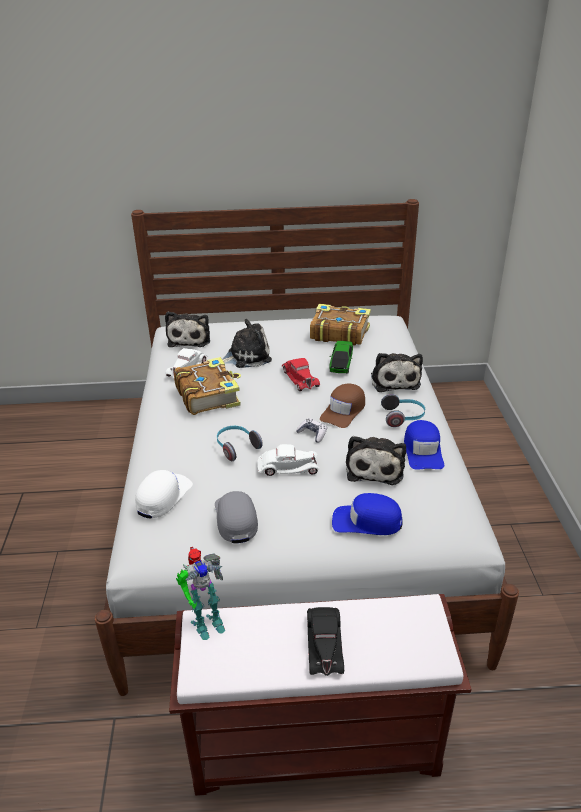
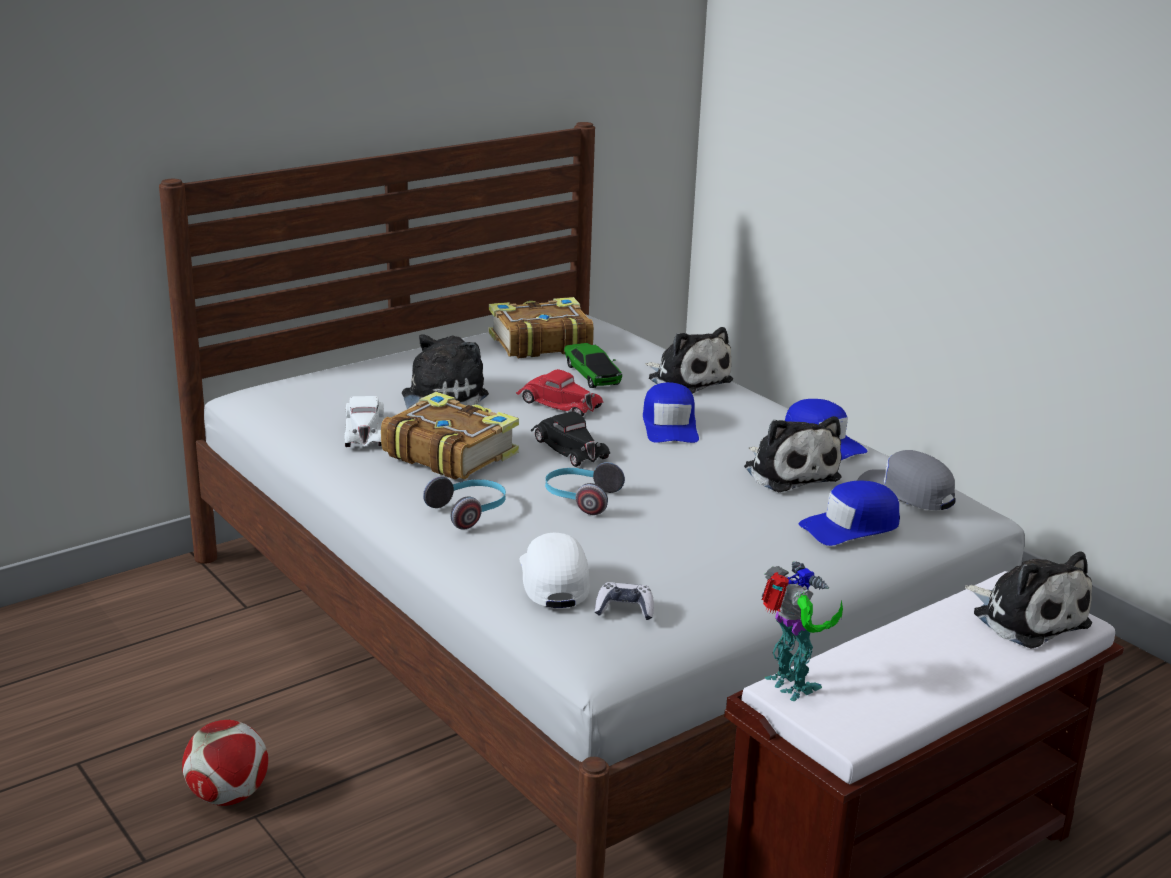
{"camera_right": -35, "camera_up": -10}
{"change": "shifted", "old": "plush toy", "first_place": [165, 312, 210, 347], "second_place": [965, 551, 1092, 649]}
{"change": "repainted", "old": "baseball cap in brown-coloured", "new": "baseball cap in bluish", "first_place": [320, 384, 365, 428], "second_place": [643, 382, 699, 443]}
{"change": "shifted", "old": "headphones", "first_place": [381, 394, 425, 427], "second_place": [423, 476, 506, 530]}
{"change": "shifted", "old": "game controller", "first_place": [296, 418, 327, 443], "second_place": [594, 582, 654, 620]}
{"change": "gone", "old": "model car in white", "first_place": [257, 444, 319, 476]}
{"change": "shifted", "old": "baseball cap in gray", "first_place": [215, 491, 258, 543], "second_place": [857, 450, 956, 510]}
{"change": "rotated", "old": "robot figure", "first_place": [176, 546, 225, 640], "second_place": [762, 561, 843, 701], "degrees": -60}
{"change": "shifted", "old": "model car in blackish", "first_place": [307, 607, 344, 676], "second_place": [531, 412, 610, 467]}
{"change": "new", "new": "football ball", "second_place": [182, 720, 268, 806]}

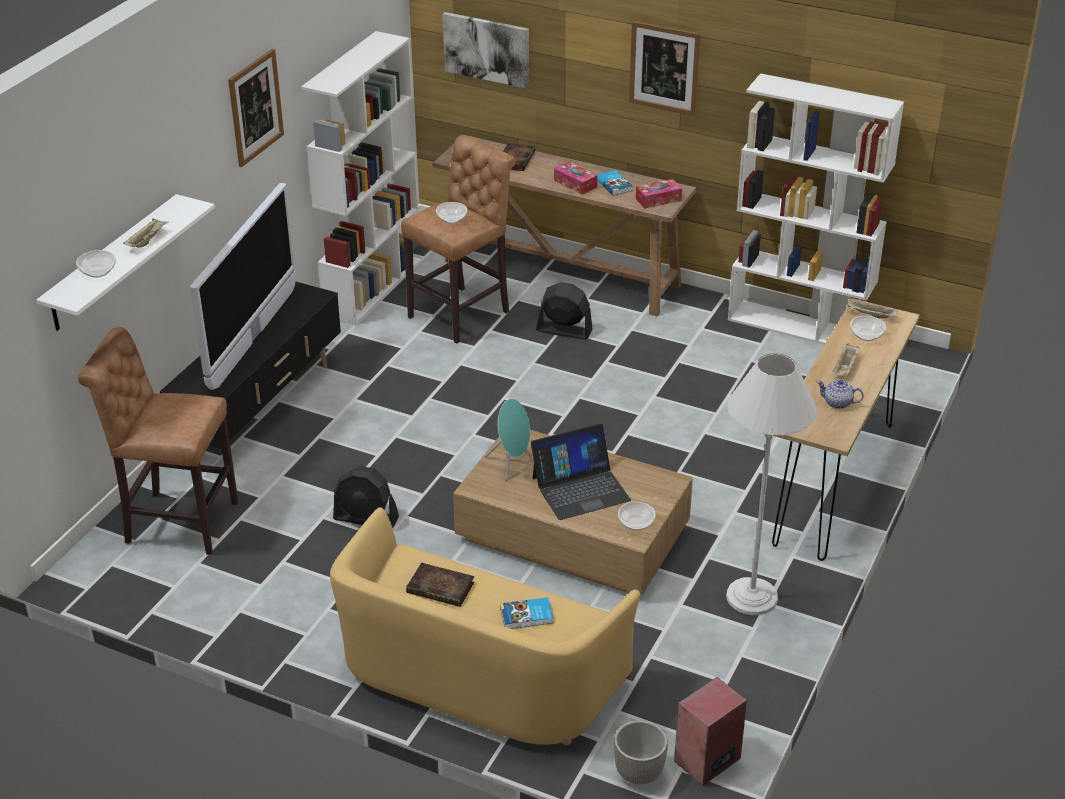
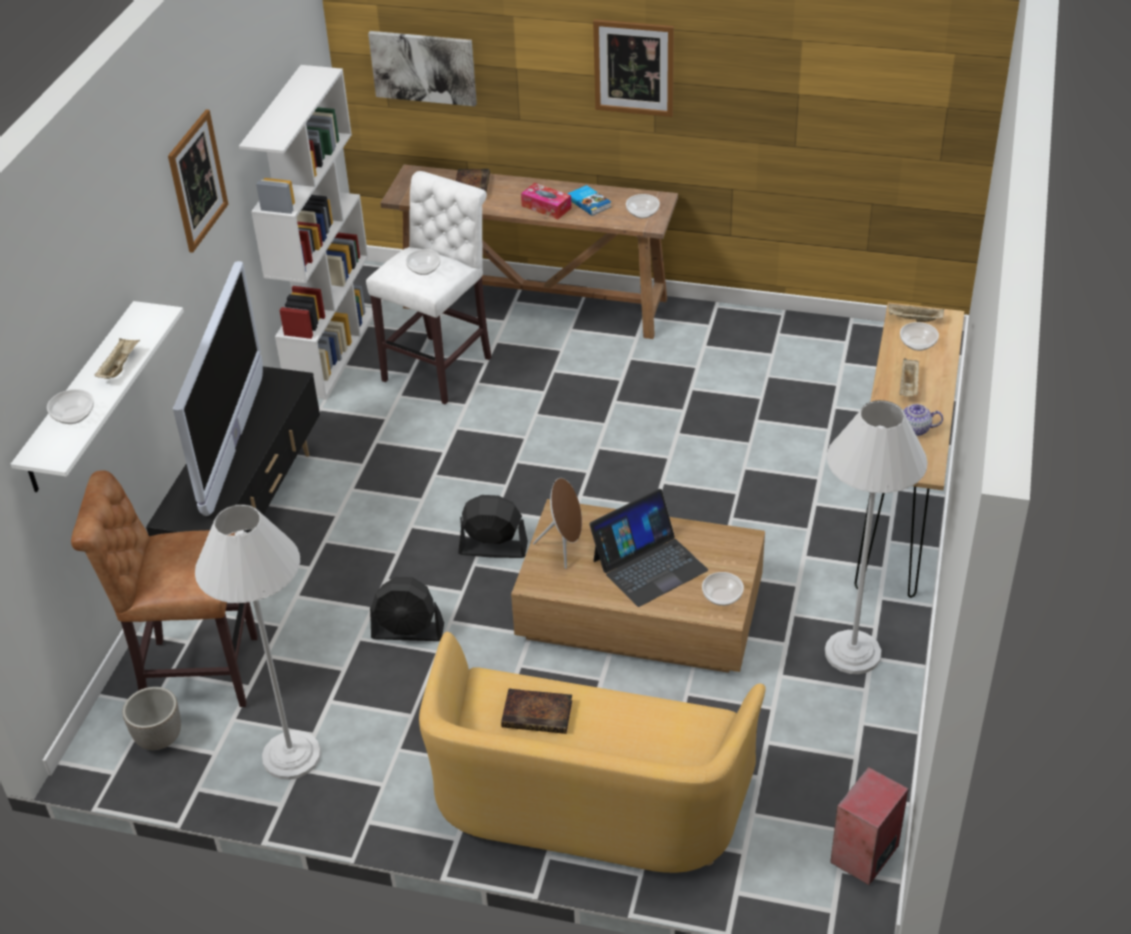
{"camera_right": -10, "camera_up": 5}
{"change": "gone", "old": "bookcase in white", "first_place": [728, 73, 904, 345]}
{"change": "repainted", "old": "stool in brown-coloured", "new": "stool in white", "first_place": [401, 135, 516, 344], "second_place": [366, 171, 492, 405]}
{"change": "swapped", "old": "tissue holder", "new": "serving bowl", "first_place": [635, 179, 682, 209], "second_place": [626, 194, 660, 219]}
{"change": "shifted", "old": "electric fan in blackish", "first_place": [536, 282, 593, 340], "second_place": [458, 495, 528, 558]}
{"change": "repainted", "old": "audio speaker in blue-green", "new": "audio speaker in brown-coloured", "first_place": [485, 399, 530, 481], "second_place": [533, 478, 582, 569]}
{"change": "gone", "old": "volume", "first_place": [500, 597, 554, 629]}
{"change": "shifted", "old": "plant pot", "first_place": [614, 720, 668, 785], "second_place": [122, 687, 181, 750]}
{"change": "new", "new": "standing lamp in white", "second_place": [195, 504, 321, 780]}

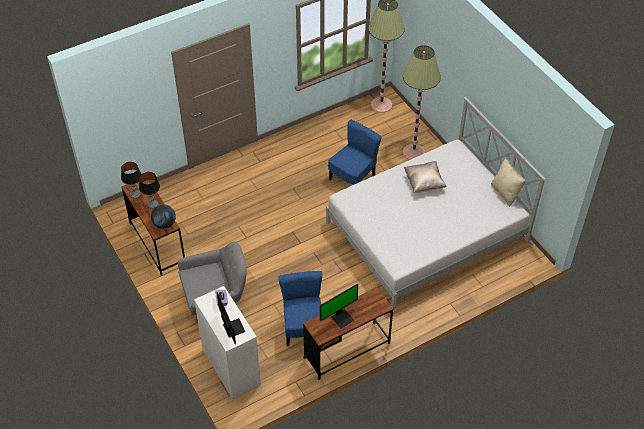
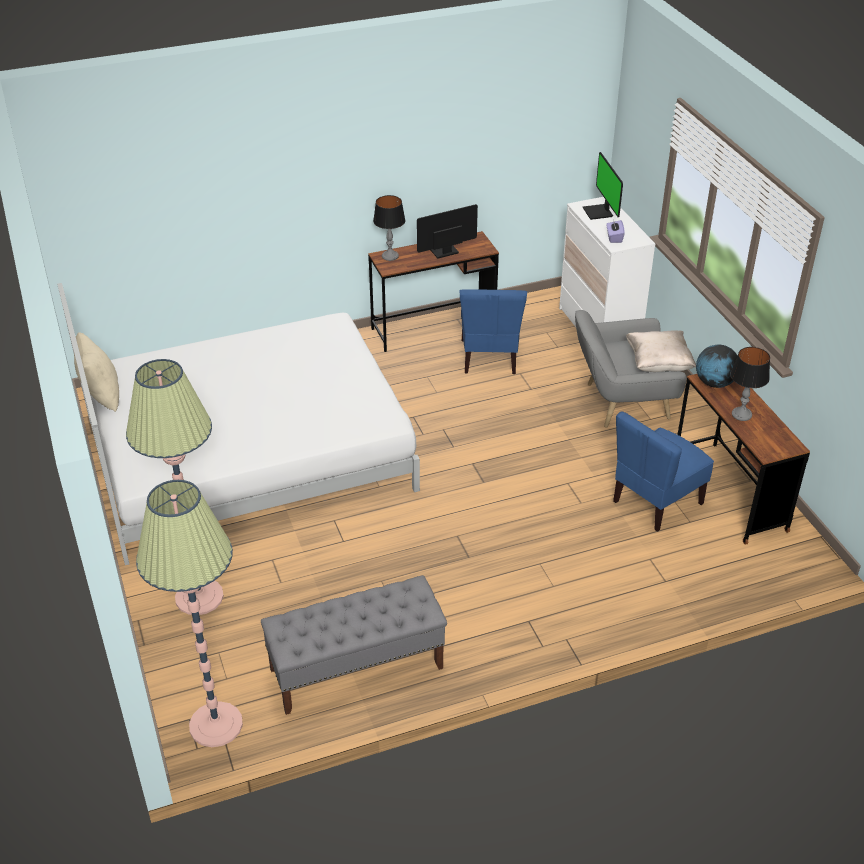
{"camera_right": -170, "camera_up": -10}
{"change": "shifted", "old": "chair in bluish", "first_place": [328, 120, 382, 185], "second_place": [613, 411, 714, 532]}
{"change": "shifted", "old": "throw pillow in beige-coloured", "first_place": [404, 161, 447, 193], "second_place": [626, 330, 696, 372]}
{"change": "shifted", "old": "tabletop lamp", "first_place": [121, 162, 141, 198], "second_place": [373, 195, 405, 261]}
{"change": "new", "new": "bench in gray", "second_place": [261, 575, 447, 715]}

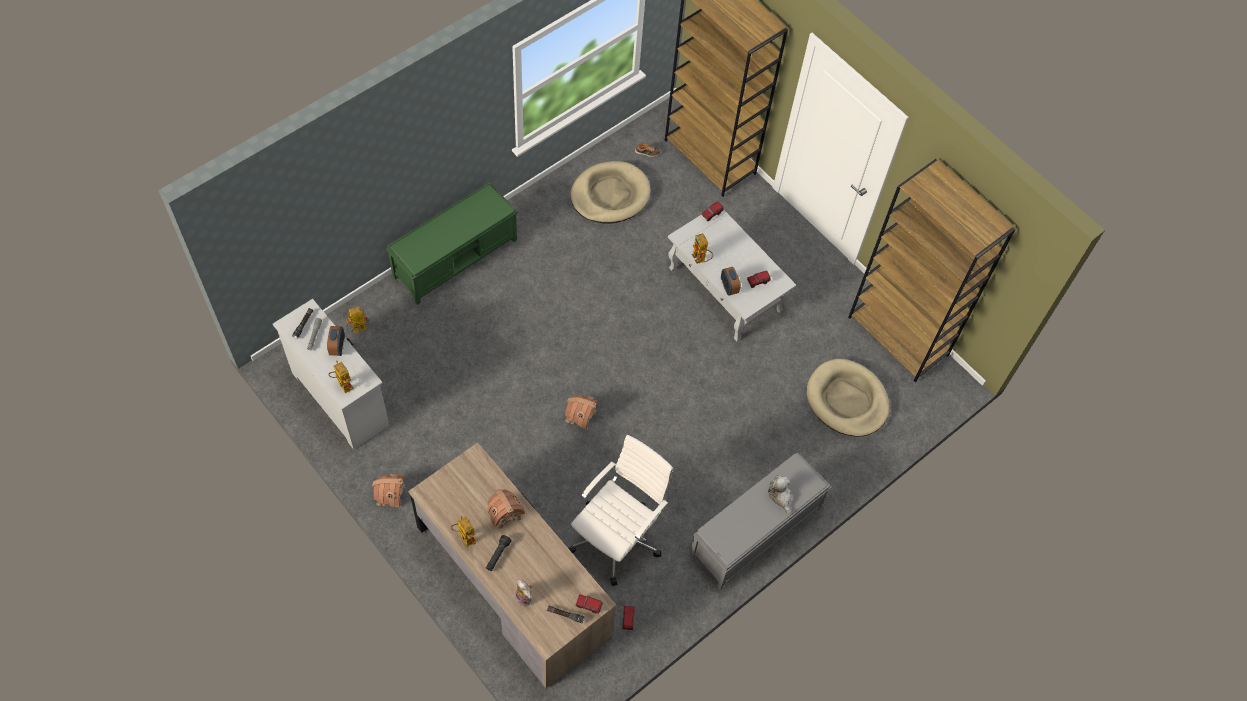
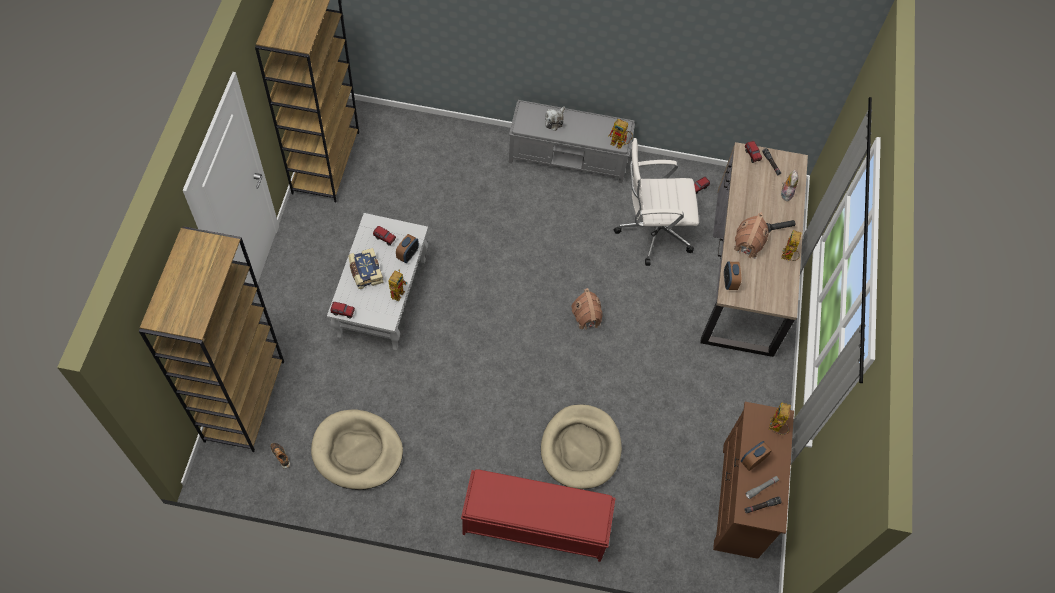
{"camera_right": -130, "camera_up": 0}
{"change": "repainted", "old": "bench in green", "new": "bench in reddish", "first_place": [386, 182, 518, 305], "second_place": [461, 469, 616, 562]}
{"change": "repainted", "old": "drawer chest in white", "new": "drawer chest in brown-coloured", "first_place": [273, 299, 390, 449], "second_place": [713, 402, 794, 559]}
{"change": "shifted", "old": "robot figure", "first_place": [347, 306, 369, 333], "second_place": [608, 119, 633, 149]}
{"change": "shifted", "old": "dog bed in beige-coloured", "first_place": [807, 359, 890, 437], "second_place": [541, 404, 622, 489]}
{"change": "gone", "old": "toy house", "first_place": [372, 473, 405, 507]}
{"change": "new", "new": "volume", "second_place": [348, 248, 384, 289]}
{"change": "new", "new": "alarm clock", "second_place": [724, 262, 741, 290]}

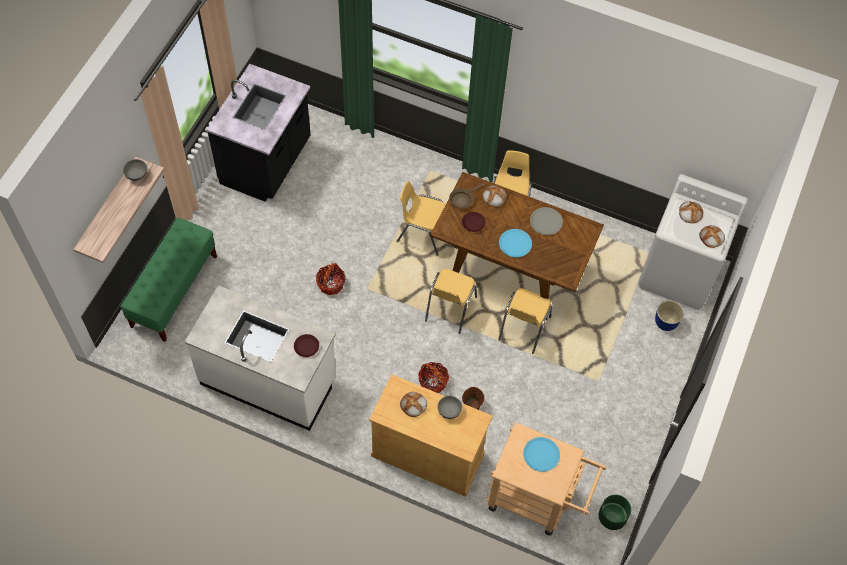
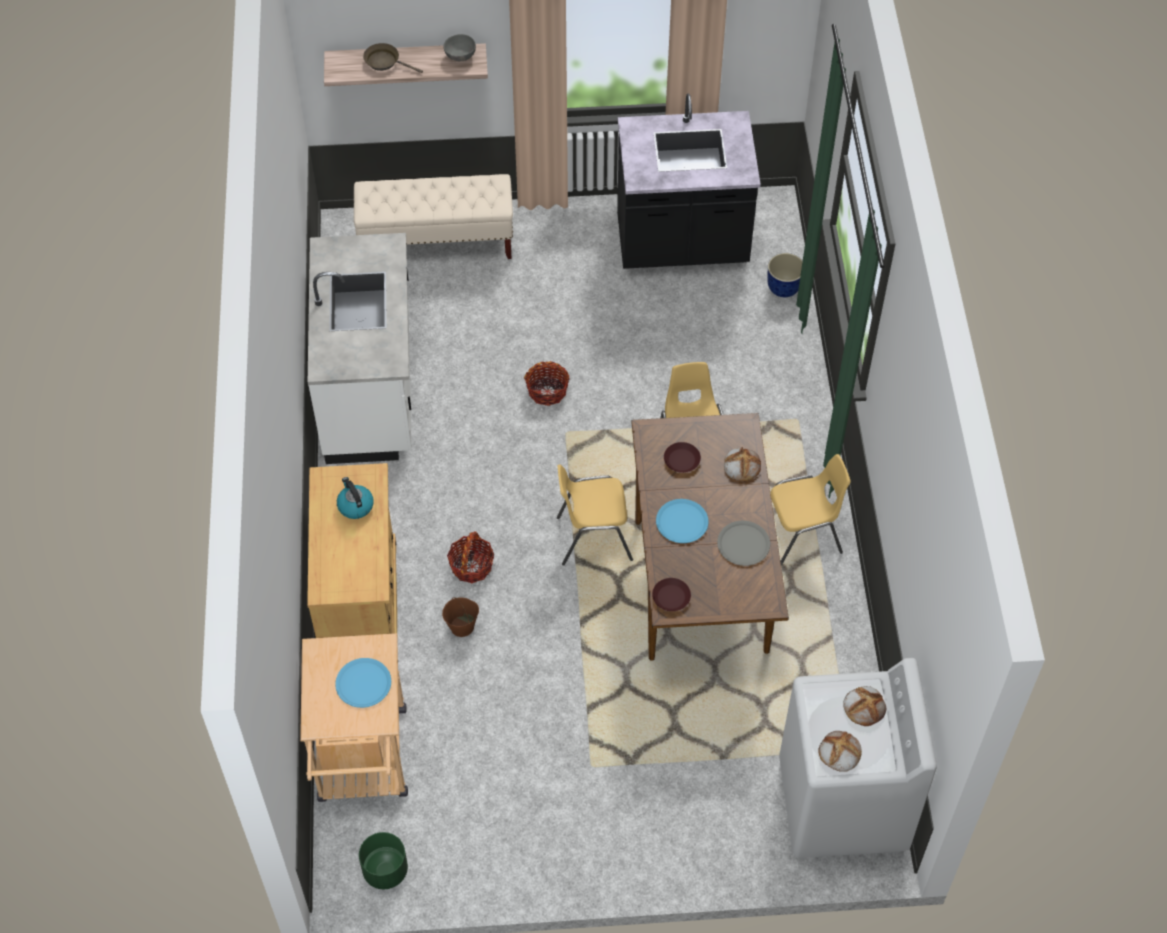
{"camera_right": 65, "camera_up": -5}
{"change": "shifted", "old": "skillet in brown-coloured", "first_place": [449, 183, 485, 209], "second_place": [363, 43, 423, 73]}
{"change": "repainted", "old": "bench in green", "new": "bench in beige-coloured", "first_place": [120, 218, 217, 342], "second_place": [354, 174, 513, 259]}
{"change": "gone", "old": "chair in yellow", "first_place": [498, 288, 552, 354]}
{"change": "shifted", "old": "plant pot", "first_place": [655, 300, 684, 331], "second_place": [768, 253, 803, 297]}
{"change": "shifted", "old": "flat dish in brown-coloured", "first_place": [294, 334, 319, 357], "second_place": [652, 578, 691, 611]}
{"change": "swapped", "old": "baked bread", "new": "water kettle", "first_place": [400, 392, 427, 417], "second_place": [337, 477, 374, 519]}
{"change": "gone", "old": "serving bowl in gray", "first_place": [438, 396, 462, 419]}

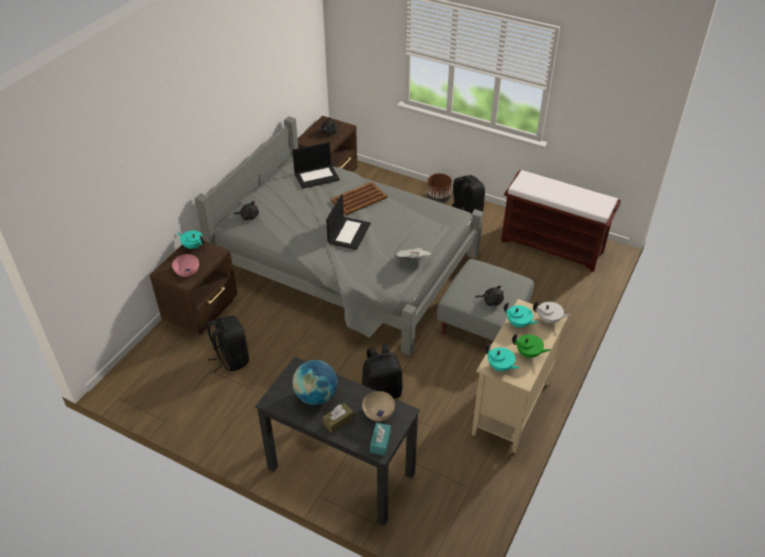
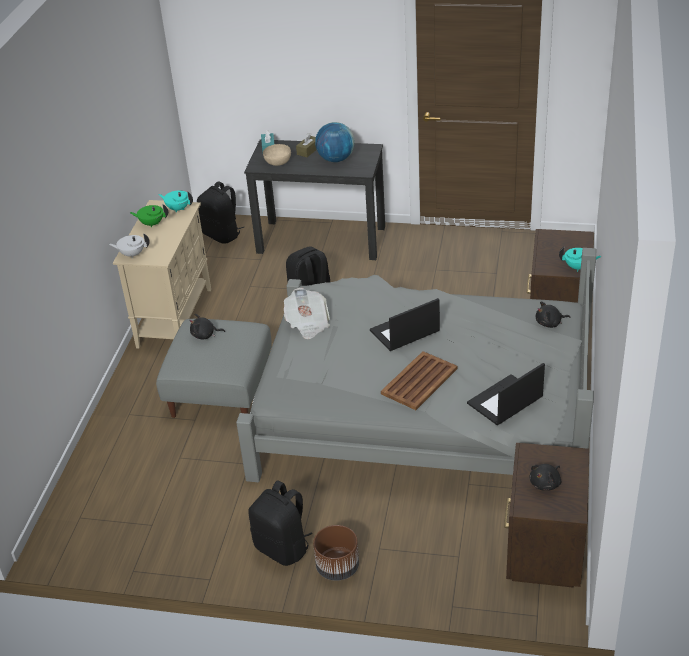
{"camera_right": 165, "camera_up": -5}
{"change": "gone", "old": "bench in brown-coloured", "first_place": [501, 170, 621, 272]}
{"change": "rotated", "old": "notebook computer", "first_place": [326, 194, 371, 250], "second_place": [370, 298, 440, 351], "degrees": 60}
{"change": "gone", "old": "serving bowl in pink-coloured", "first_place": [172, 254, 199, 277]}
{"change": "gone", "old": "pot for tea in blue-green", "first_place": [504, 302, 539, 328]}
{"change": "shifted", "old": "backpack in blackish", "first_place": [207, 316, 249, 372], "second_place": [197, 181, 244, 244]}

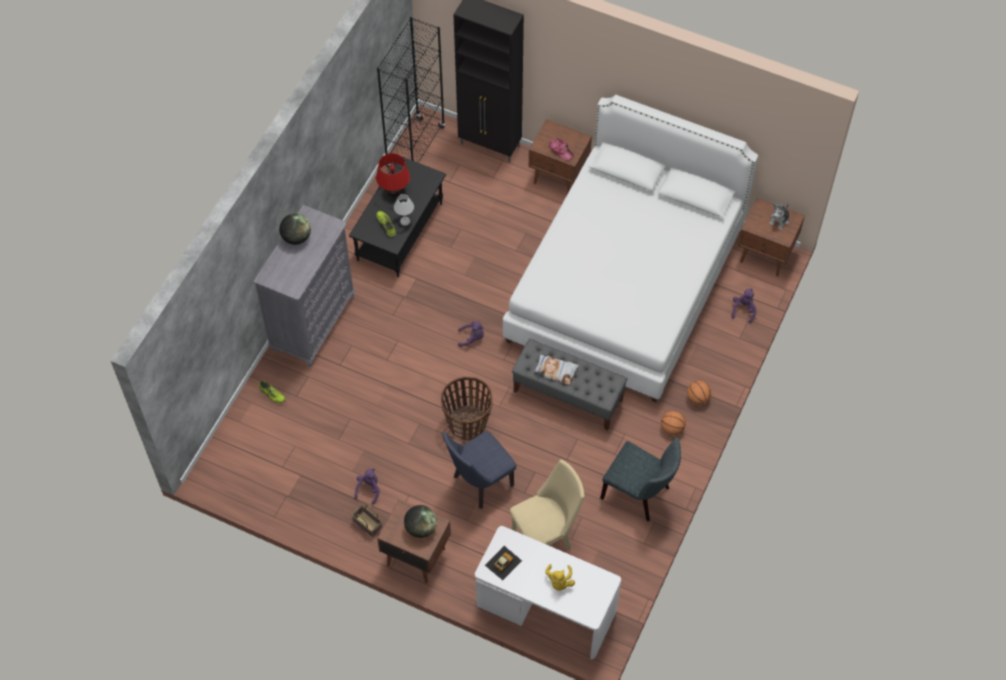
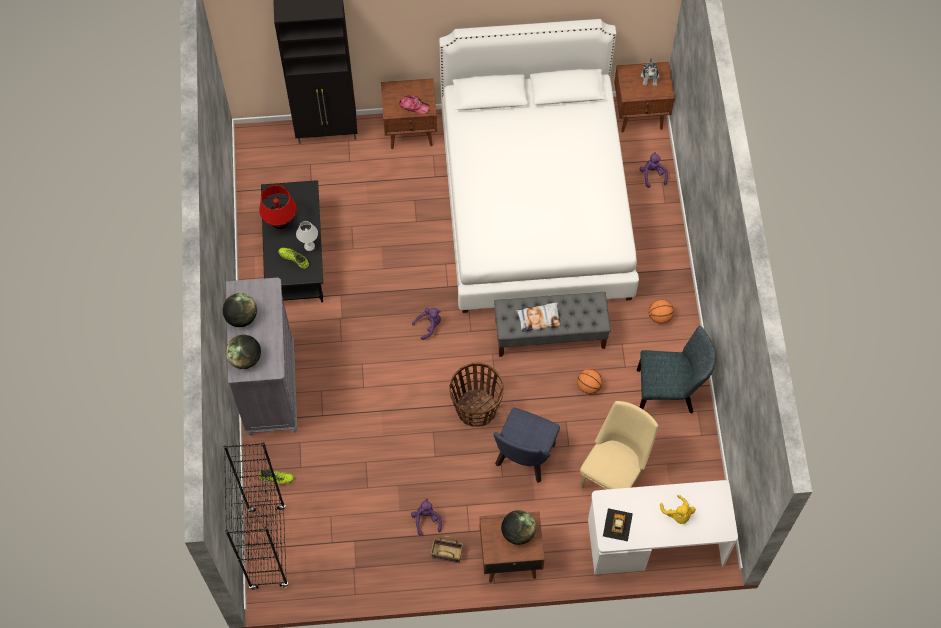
{"camera_right": -30, "camera_up": 5}
{"change": "shifted", "old": "bookcase in blackish", "first_place": [377, 17, 445, 168], "second_place": [224, 442, 289, 590]}
{"change": "shifted", "old": "basketball ball", "first_place": [687, 381, 712, 405], "second_place": [577, 369, 603, 394]}
{"change": "new", "new": "desk globe", "second_place": [226, 335, 261, 369]}

